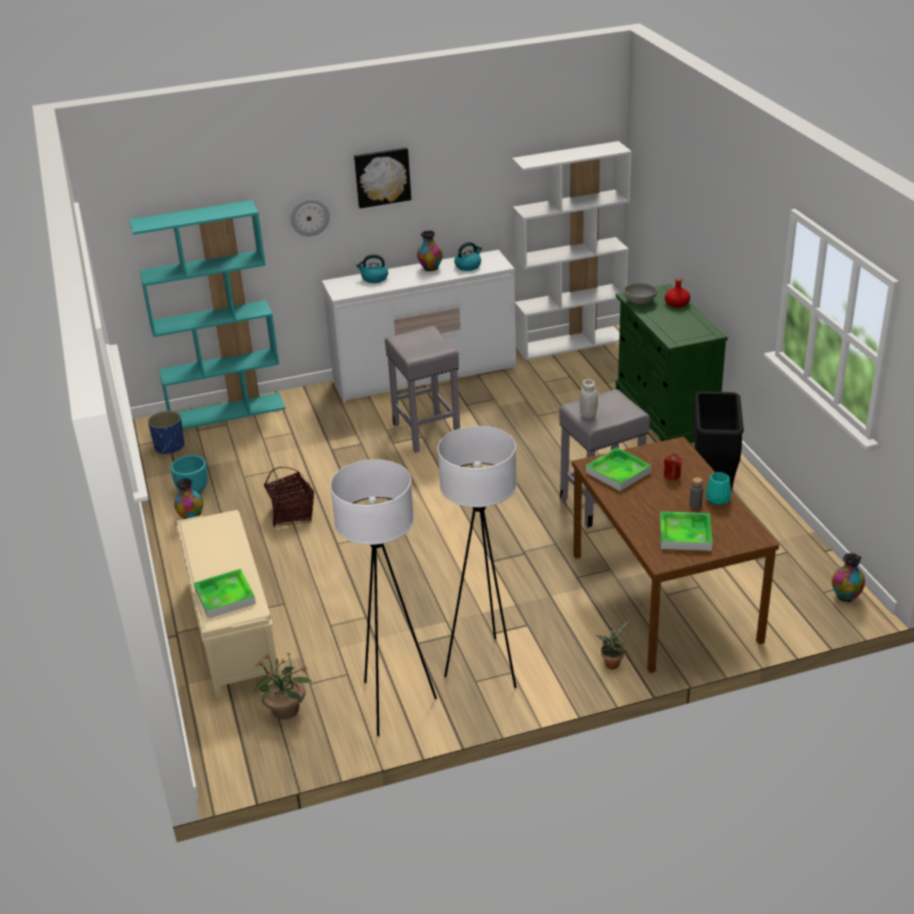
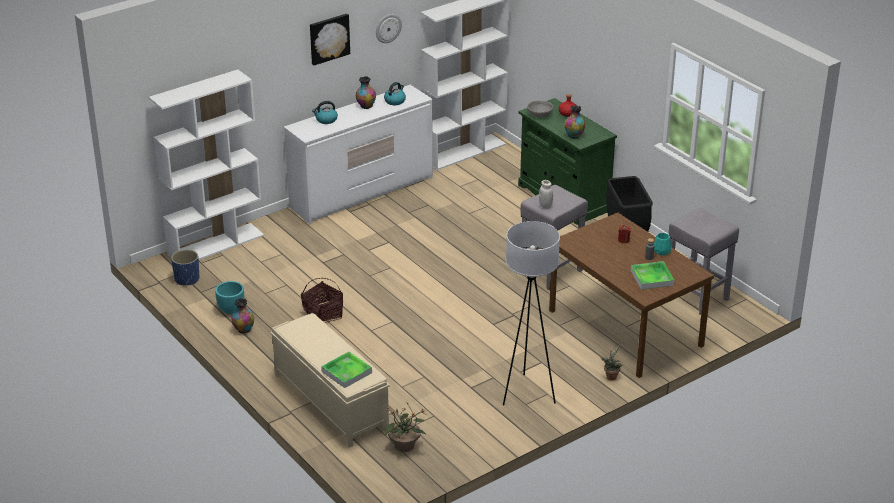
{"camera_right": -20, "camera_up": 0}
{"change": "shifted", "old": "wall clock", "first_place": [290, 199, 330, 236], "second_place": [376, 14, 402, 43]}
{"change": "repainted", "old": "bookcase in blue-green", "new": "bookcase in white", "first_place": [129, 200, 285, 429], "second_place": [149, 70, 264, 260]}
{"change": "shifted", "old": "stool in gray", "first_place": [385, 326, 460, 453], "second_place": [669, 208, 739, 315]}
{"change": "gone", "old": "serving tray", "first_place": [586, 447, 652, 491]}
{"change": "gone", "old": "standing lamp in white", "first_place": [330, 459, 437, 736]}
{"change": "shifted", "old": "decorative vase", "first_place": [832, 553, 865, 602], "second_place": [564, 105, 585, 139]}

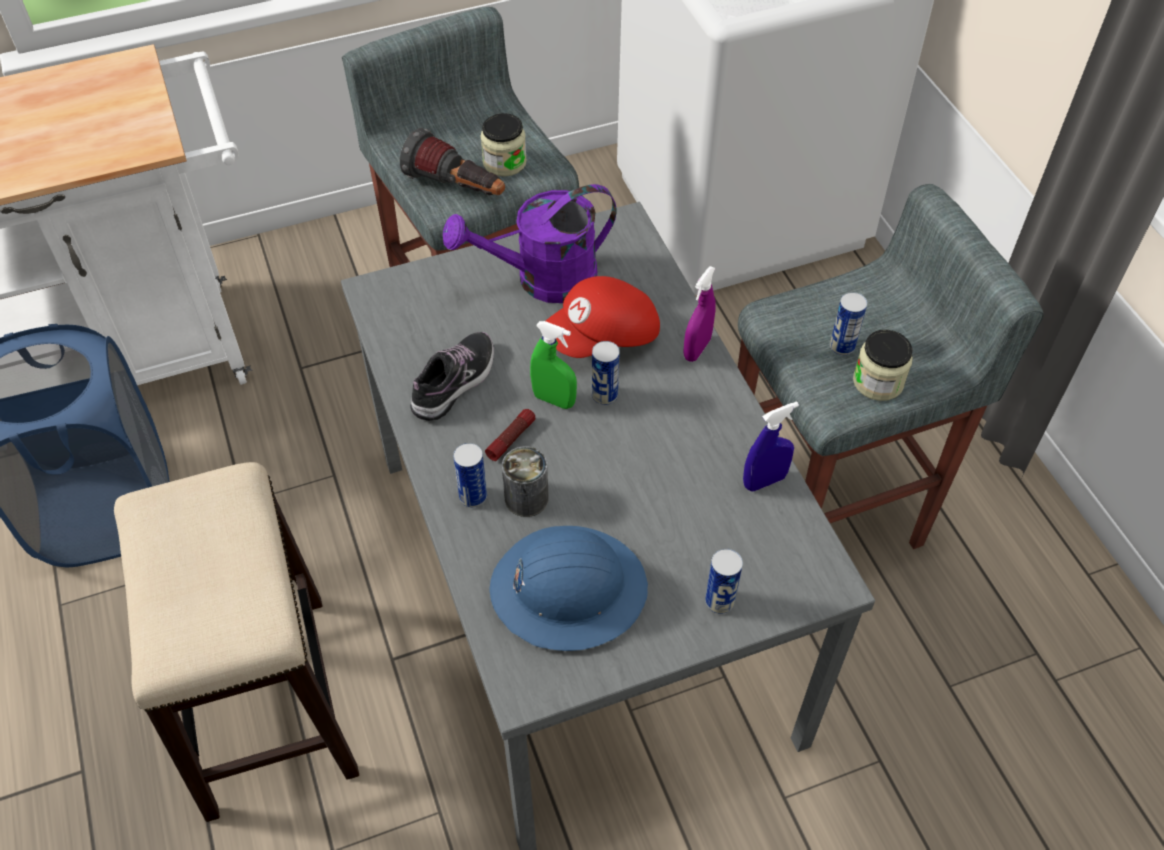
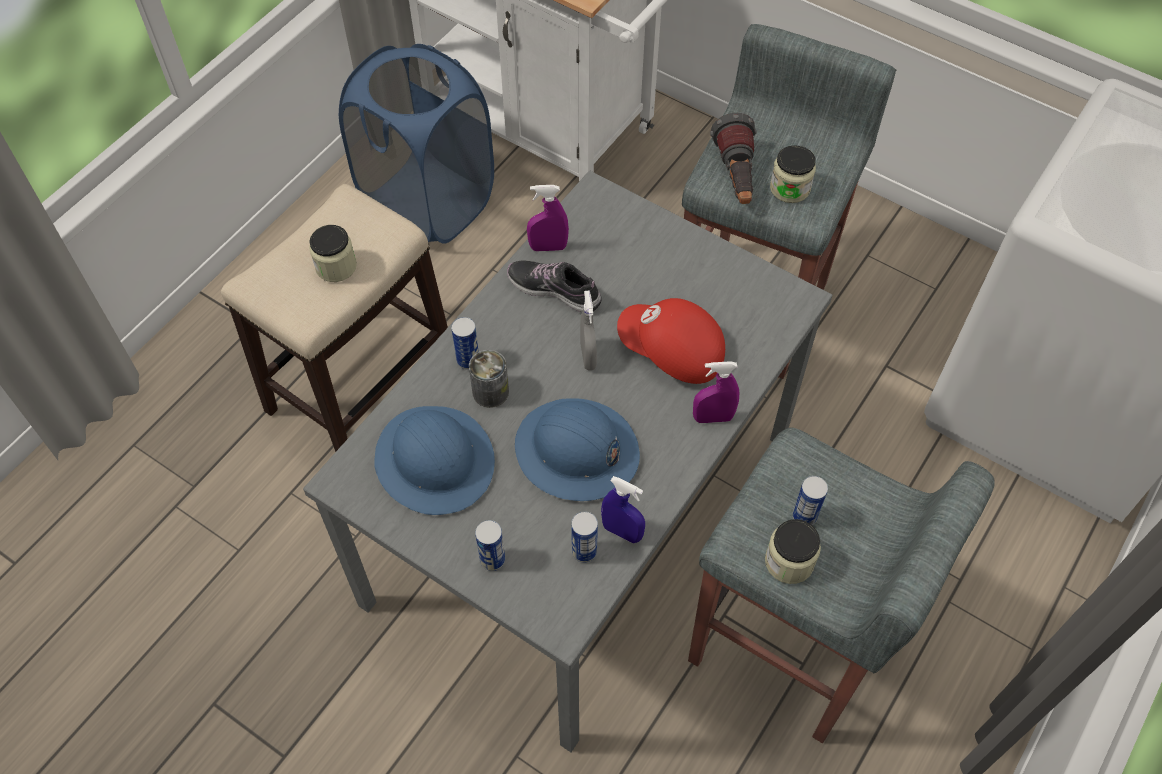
{"camera_right": 55, "camera_up": 5}
{"change": "gone", "old": "sprinkling can in purple", "first_place": [443, 184, 617, 303]}
{"change": "repainted", "old": "sprayer in green", "new": "sprayer in gray", "first_place": [530, 321, 577, 409], "second_place": [580, 290, 597, 371]}
{"change": "rotated", "old": "item of footwear", "first_place": [410, 332, 494, 421], "second_place": [507, 261, 602, 312], "degrees": -150}
{"change": "shifted", "old": "can", "first_place": [592, 341, 620, 405], "second_place": [571, 511, 598, 563]}
{"change": "gone", "old": "flashlight", "first_place": [485, 409, 535, 461]}
{"change": "new", "new": "sprayer in purple", "second_place": [527, 185, 569, 251]}
{"change": "new", "new": "preserve jar", "second_place": [309, 225, 357, 282]}
{"change": "new", "new": "work helmet in bluish", "second_place": [515, 398, 640, 501]}

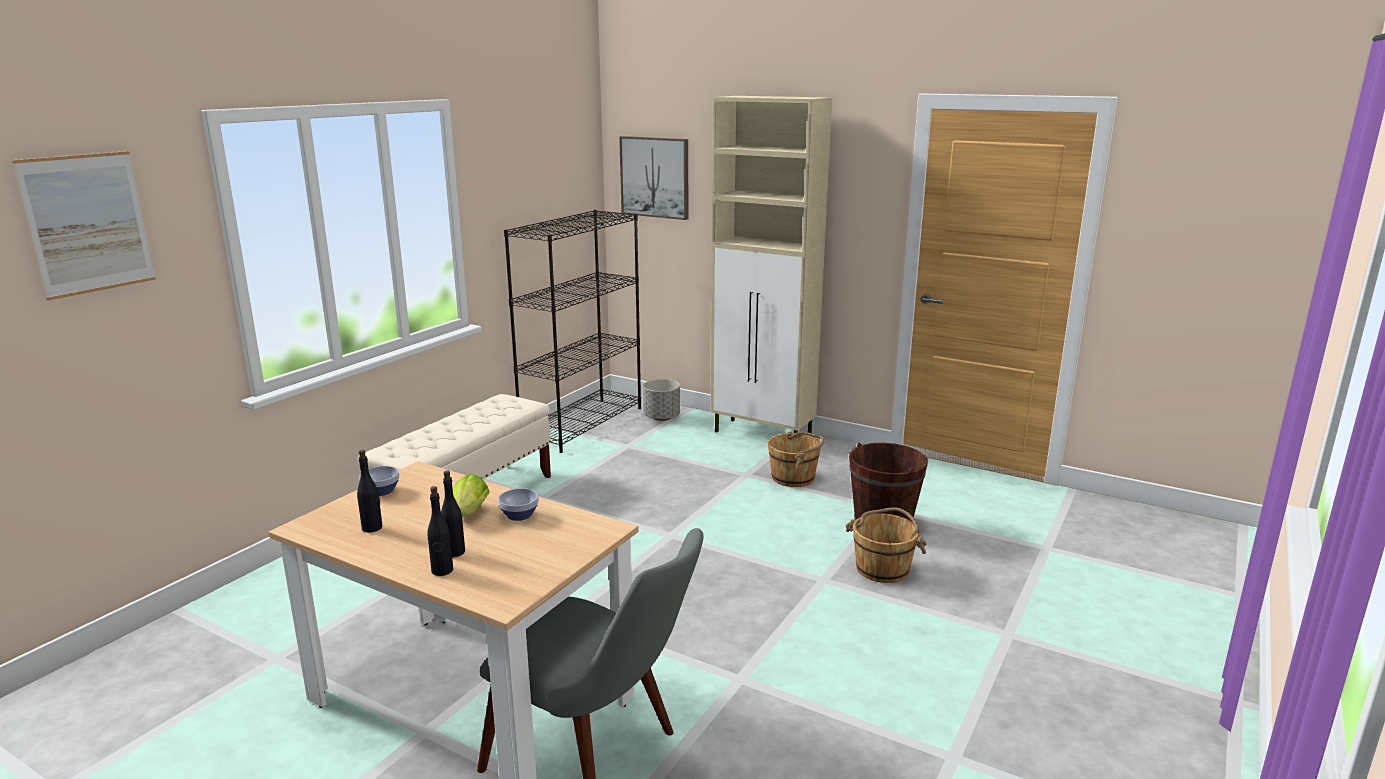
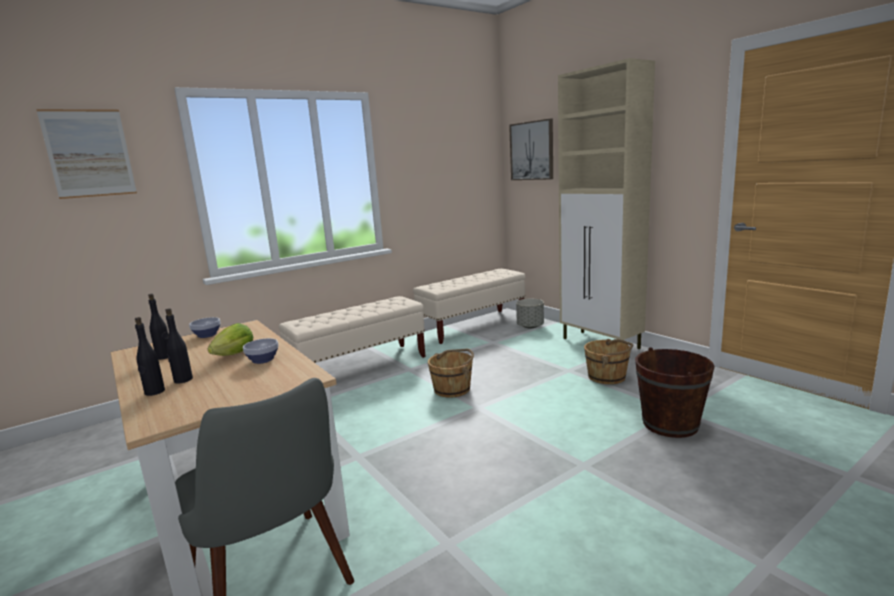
{"camera_right": 25, "camera_up": -5}
{"change": "swapped", "old": "bookcase in blackish", "new": "bench in beige-coloured", "first_place": [504, 210, 641, 453], "second_place": [413, 269, 526, 344]}
{"change": "shifted", "old": "water bucket in brown-coloured", "first_place": [845, 507, 927, 583], "second_place": [428, 349, 474, 398]}

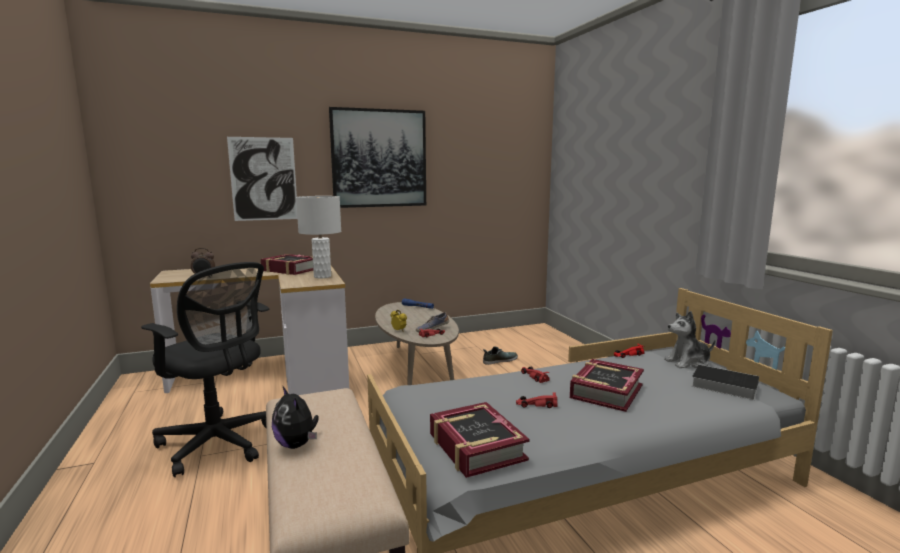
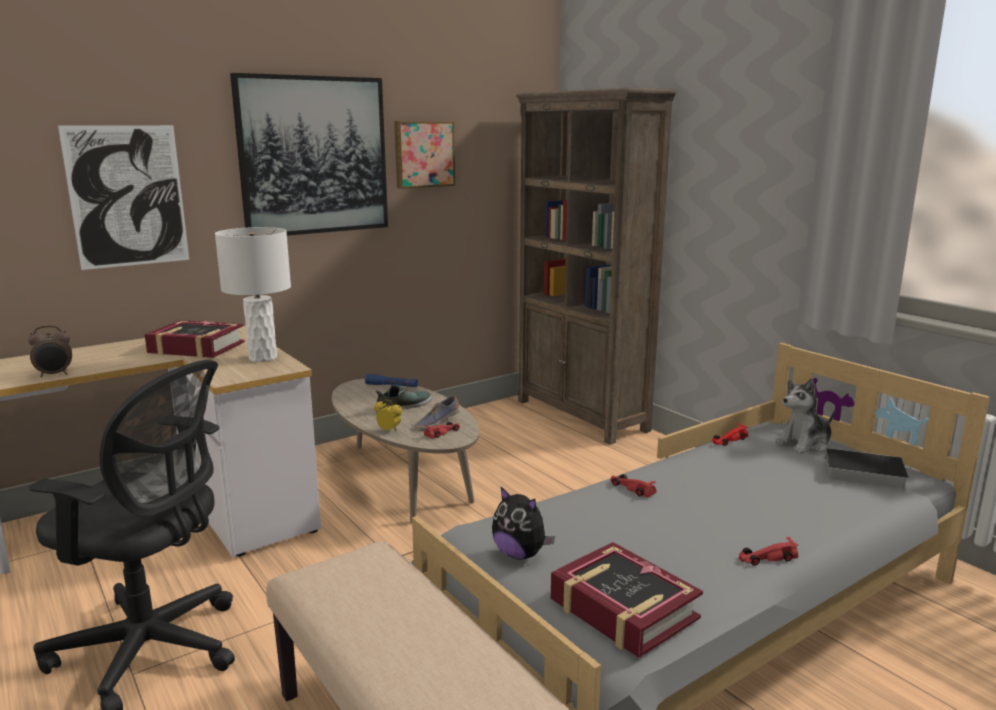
{"camera_right": -15, "camera_up": 5}
{"change": "shifted", "old": "item of footwear", "first_place": [483, 346, 518, 365], "second_place": [375, 385, 432, 413]}
{"change": "gone", "old": "volume", "first_place": [570, 359, 644, 412]}
{"change": "shifted", "old": "plush toy", "first_place": [272, 387, 319, 449], "second_place": [492, 487, 555, 560]}
{"change": "shifted", "old": "model car in reddish", "first_place": [516, 392, 557, 408], "second_place": [739, 537, 798, 566]}
{"change": "new", "new": "bookcase in brown-coloured", "second_place": [516, 88, 677, 445]}
{"change": "new", "new": "wall picture", "second_place": [394, 121, 455, 189]}

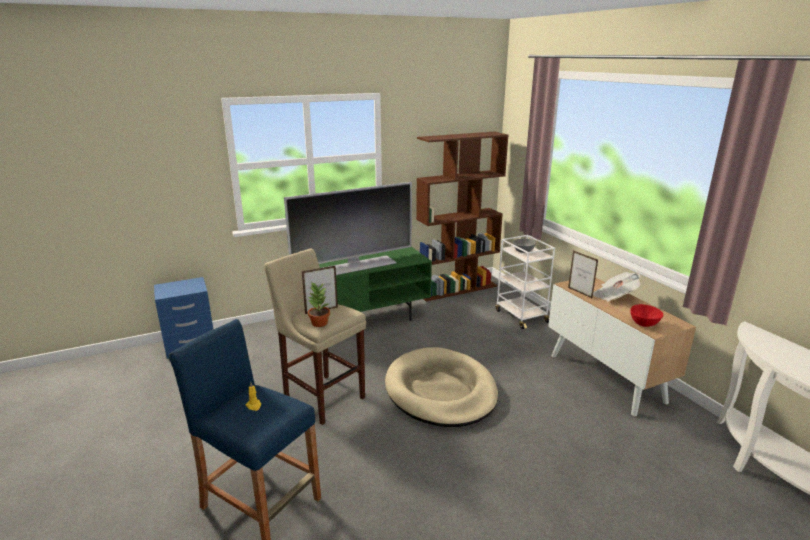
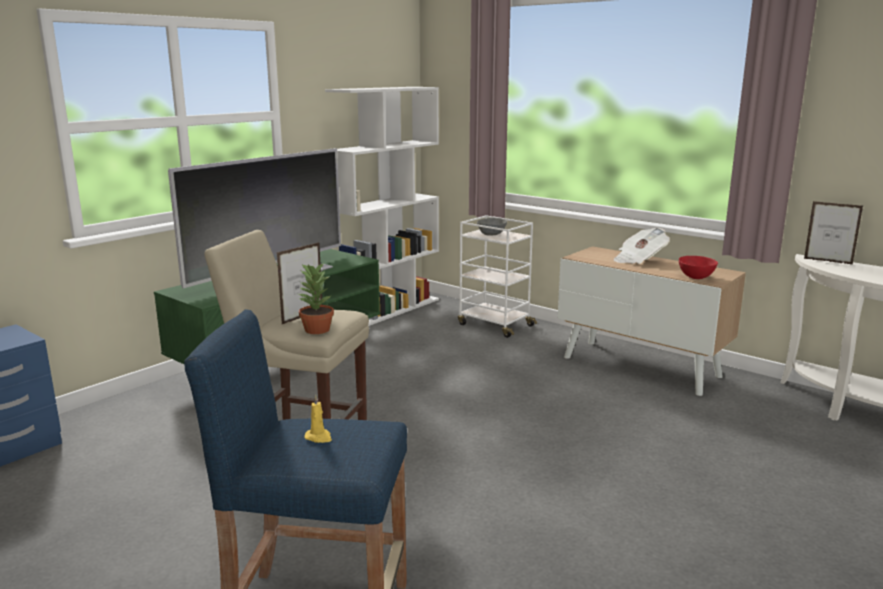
{"camera_right": -25, "camera_up": -5}
{"change": "repainted", "old": "bookcase in brown-coloured", "new": "bookcase in white", "first_place": [416, 132, 509, 302], "second_place": [325, 87, 439, 326]}
{"change": "shifted", "old": "standing frame", "first_place": [568, 250, 598, 298], "second_place": [804, 201, 863, 265]}
{"change": "gone", "old": "dog bed in beige-coloured", "first_place": [385, 347, 498, 427]}

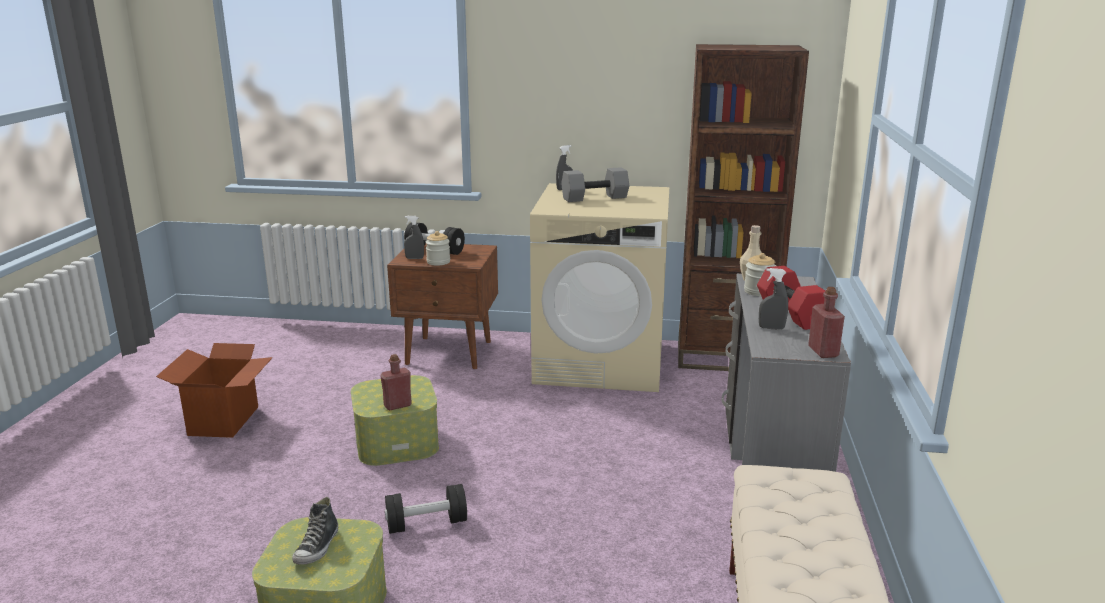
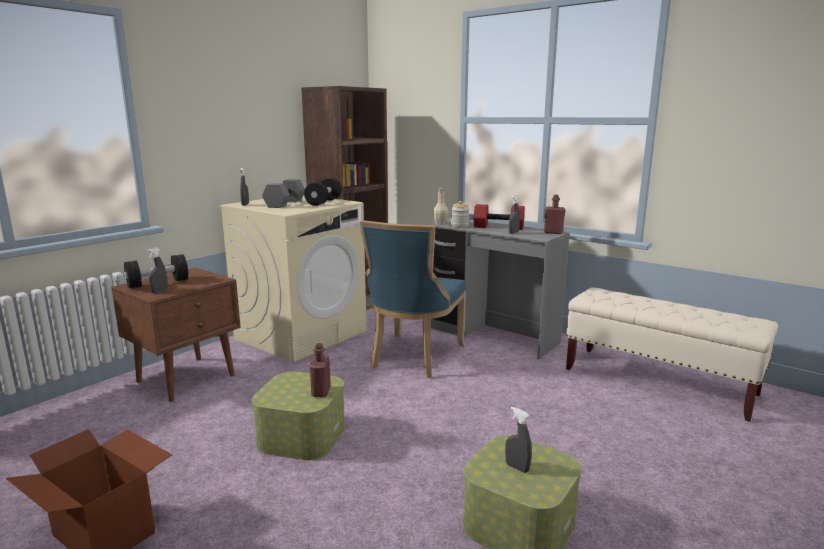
{"camera_right": -60, "camera_up": -5}
{"change": "gone", "old": "preserve jar", "first_place": [426, 231, 450, 266]}
{"change": "shifted", "old": "dumbbell in blackish", "first_place": [385, 484, 467, 534], "second_place": [304, 178, 342, 206]}
{"change": "swapped", "old": "item of footwear", "new": "sprayer in gray", "first_place": [292, 497, 338, 565], "second_place": [505, 407, 532, 473]}
{"change": "new", "new": "chair in bluish", "second_place": [360, 220, 466, 378]}

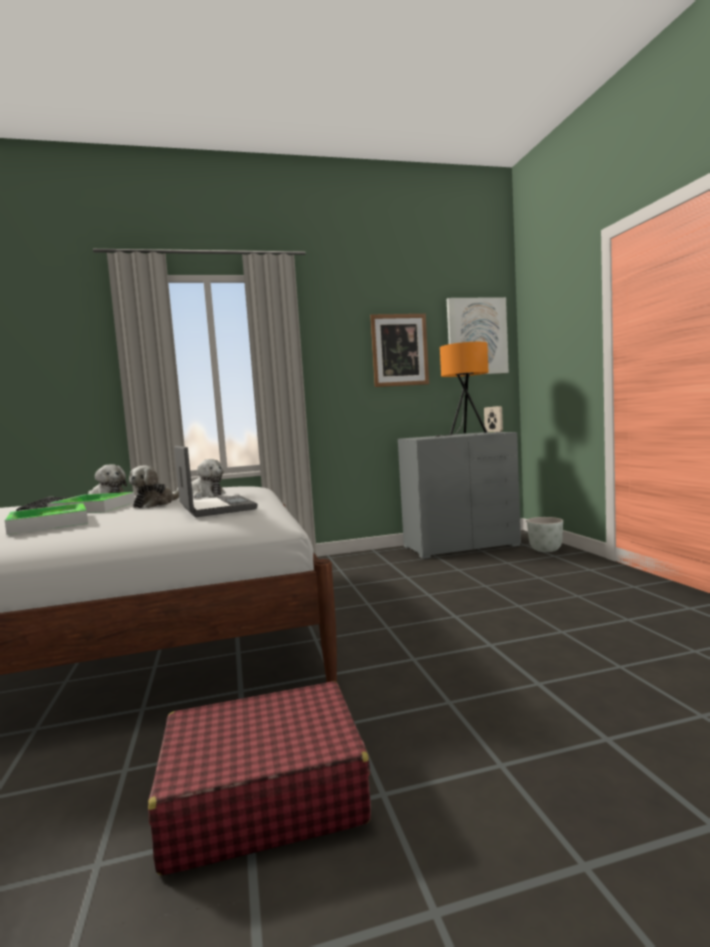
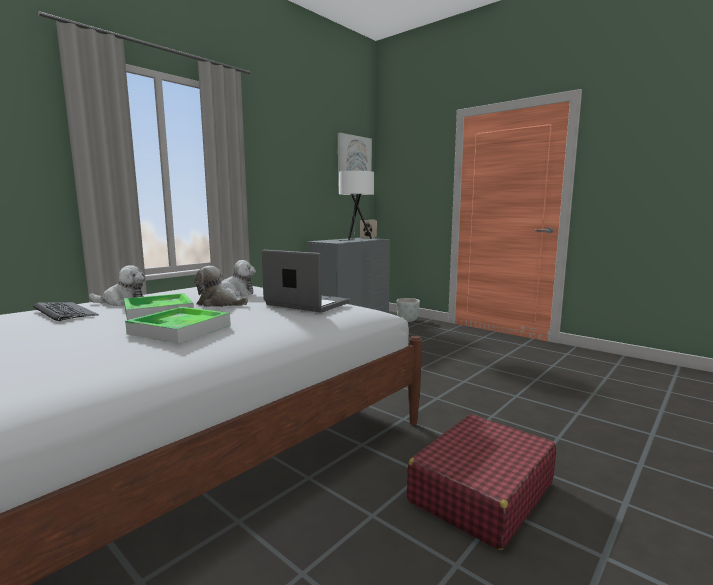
{"camera_right": -35, "camera_up": 5}
{"change": "gone", "old": "wall picture", "first_place": [370, 314, 429, 387]}
{"change": "repainted", "old": "tabletop lamp in orange", "new": "tabletop lamp in white", "first_place": [437, 342, 489, 437], "second_place": [338, 171, 374, 241]}
{"change": "rotated", "old": "plush toy", "first_place": [129, 466, 179, 508], "second_place": [194, 266, 248, 307], "degrees": 120}

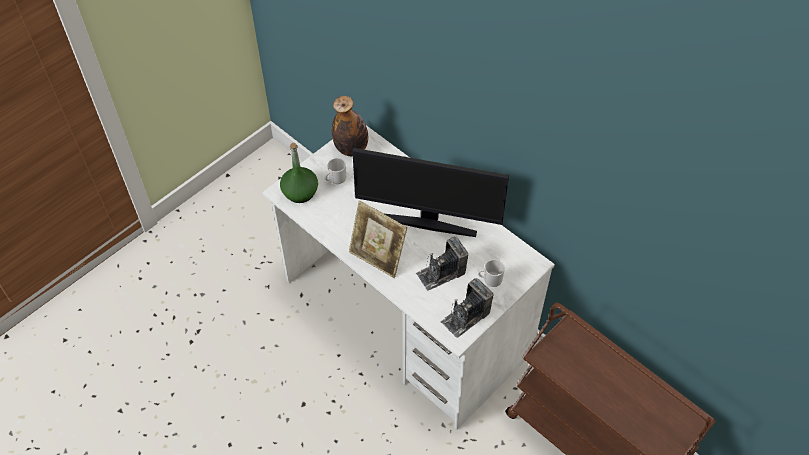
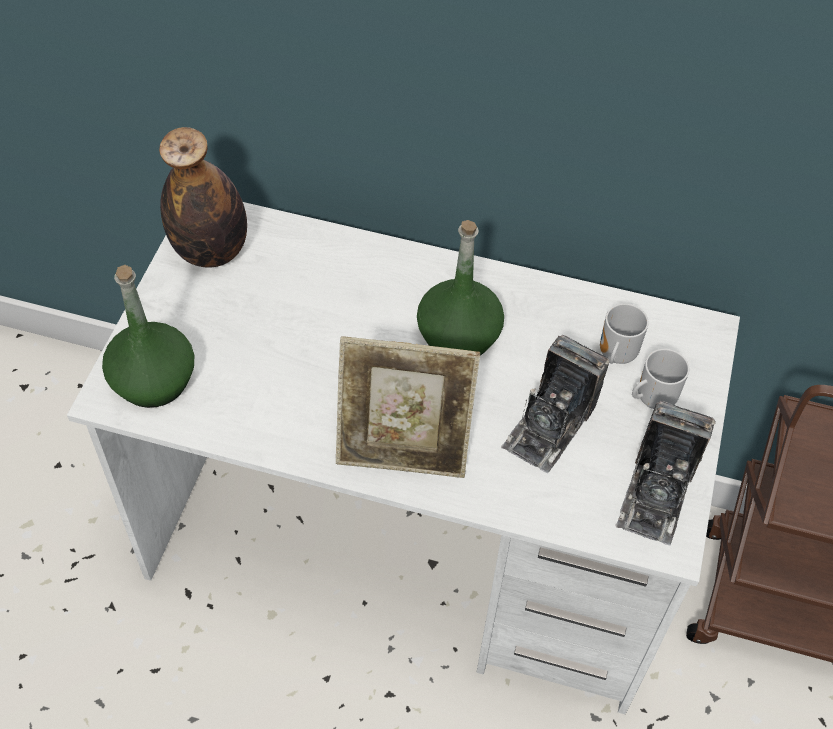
{"camera_right": -30, "camera_up": 0}
{"change": "swapped", "old": "computer screen", "new": "beverage bottle in green", "first_place": [352, 148, 509, 237], "second_place": [417, 220, 504, 355]}
{"change": "shifted", "old": "mug", "first_place": [325, 158, 346, 184], "second_place": [600, 304, 649, 364]}

